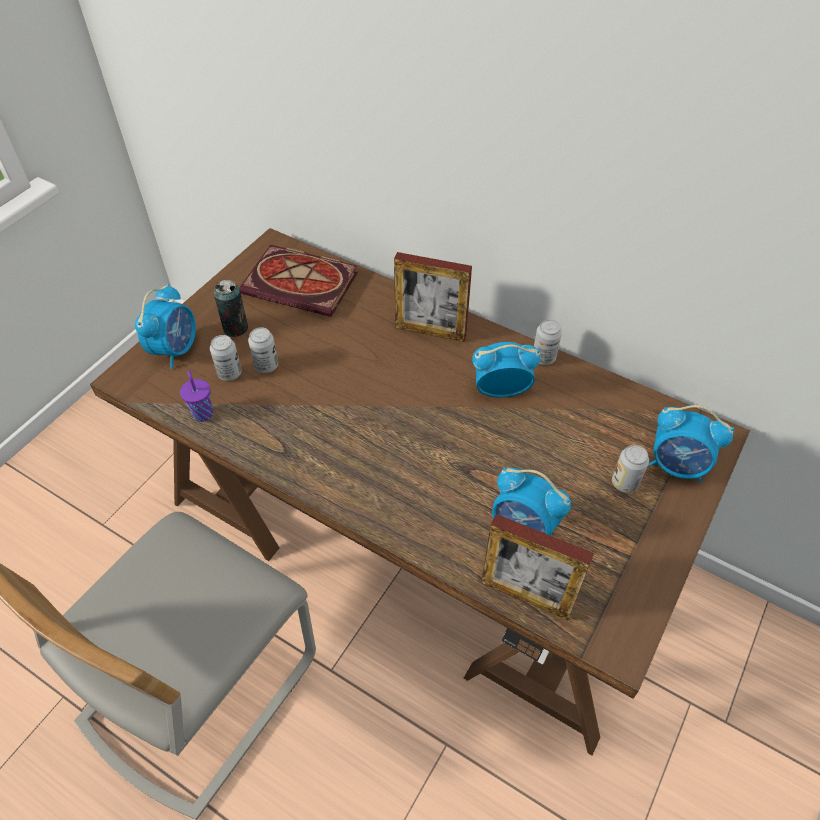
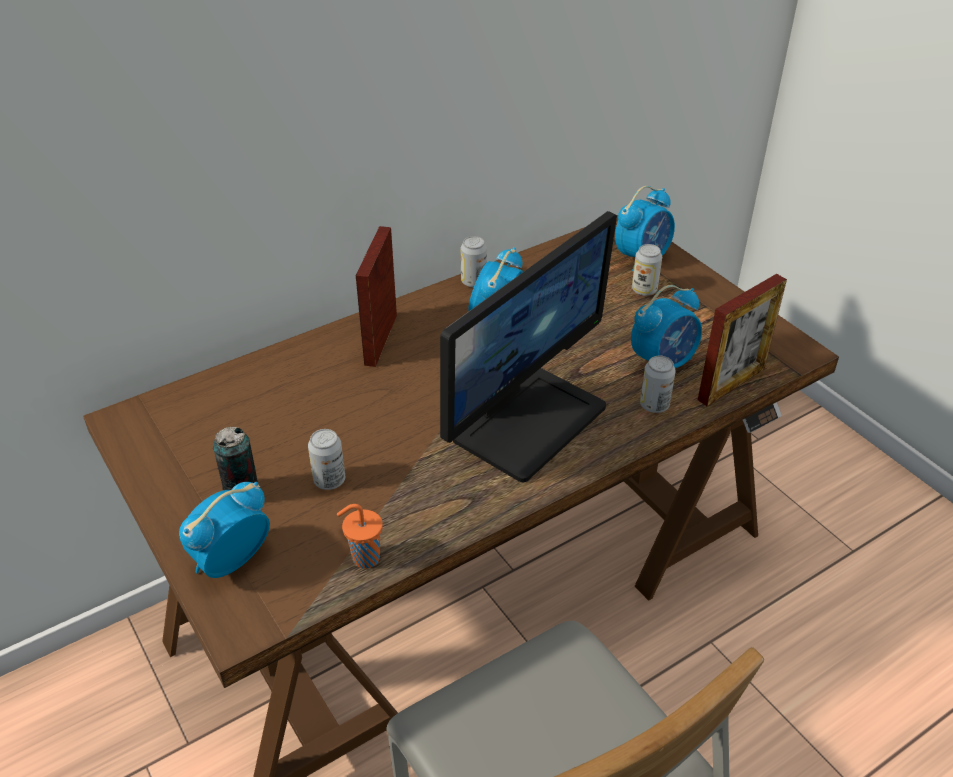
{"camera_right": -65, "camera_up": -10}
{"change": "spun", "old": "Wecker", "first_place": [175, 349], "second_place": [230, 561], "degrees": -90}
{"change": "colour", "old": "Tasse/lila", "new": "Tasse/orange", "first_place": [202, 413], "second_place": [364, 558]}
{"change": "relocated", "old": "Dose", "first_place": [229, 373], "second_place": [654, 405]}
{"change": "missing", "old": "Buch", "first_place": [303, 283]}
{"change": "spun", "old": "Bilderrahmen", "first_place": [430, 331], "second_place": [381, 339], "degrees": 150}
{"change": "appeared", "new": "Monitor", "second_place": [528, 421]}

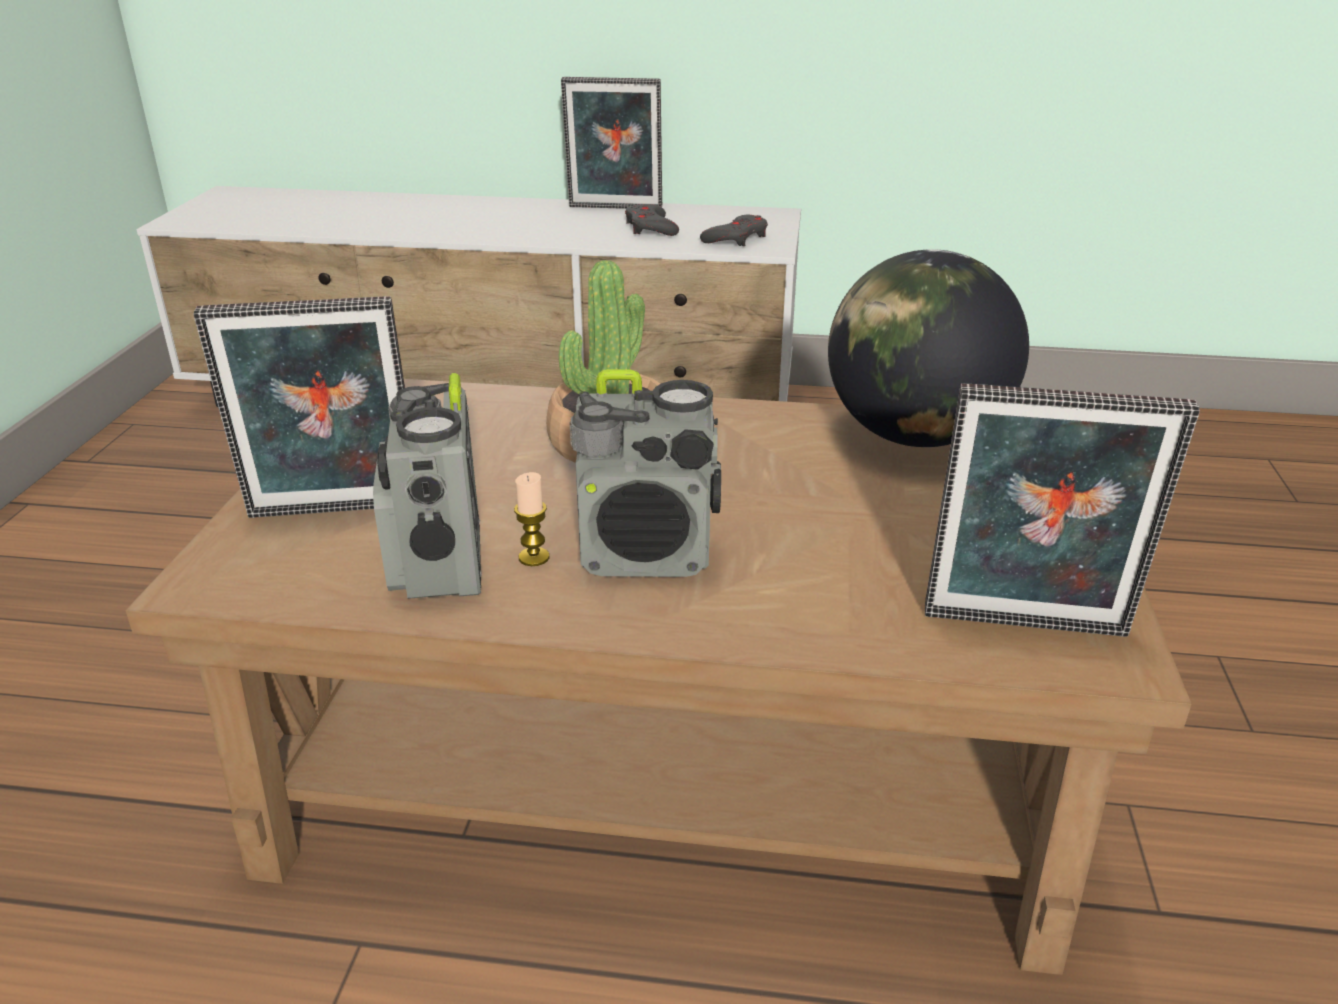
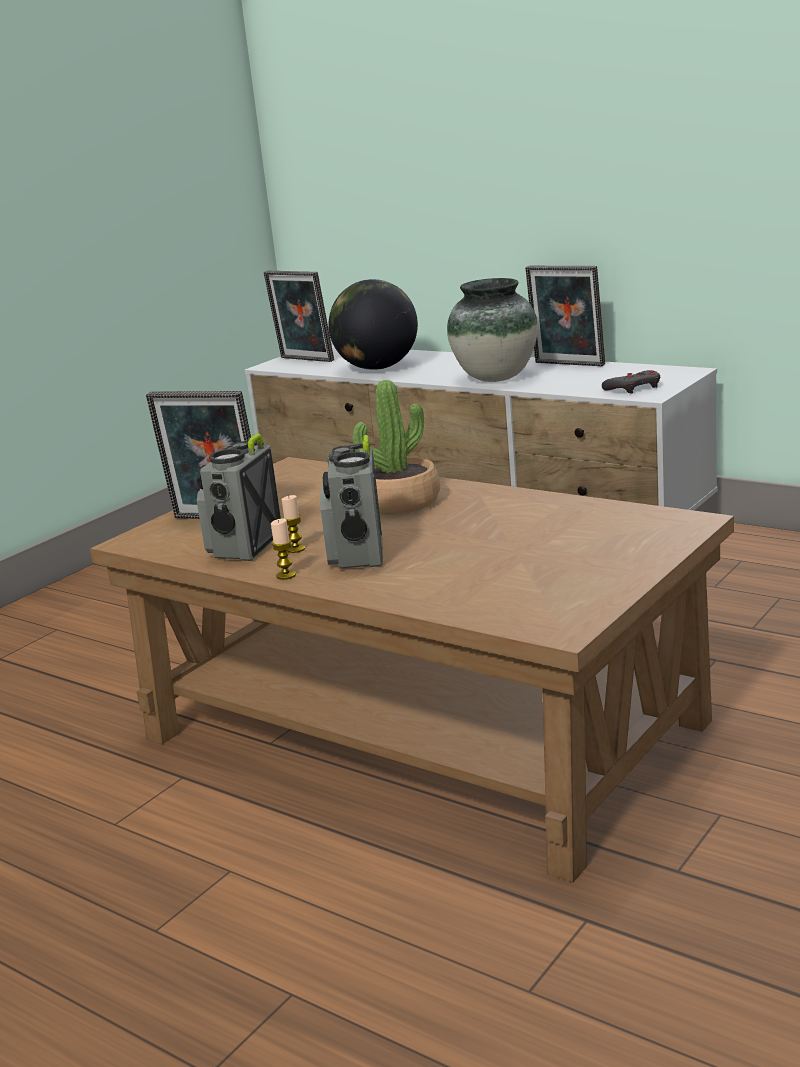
{"camera_right": 30, "camera_up": -10}
{"change": "spun", "old": "Radio", "first_place": [647, 555], "second_place": [356, 555], "degrees": 60}
{"change": "missing", "old": "Gamepad/grau", "first_place": [650, 228]}
{"change": "relocated", "old": "Globus", "first_place": [914, 436], "second_place": [377, 368]}
{"change": "relocated", "old": "Bilderrahmen", "first_place": [1025, 629], "second_place": [304, 360]}
{"change": "appeared", "new": "Kerze", "second_place": [286, 575]}
{"change": "appeared", "new": "Vase", "second_place": [495, 378]}

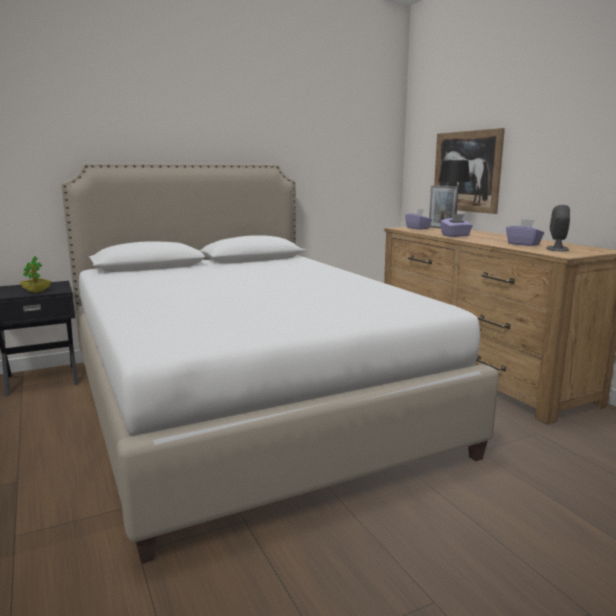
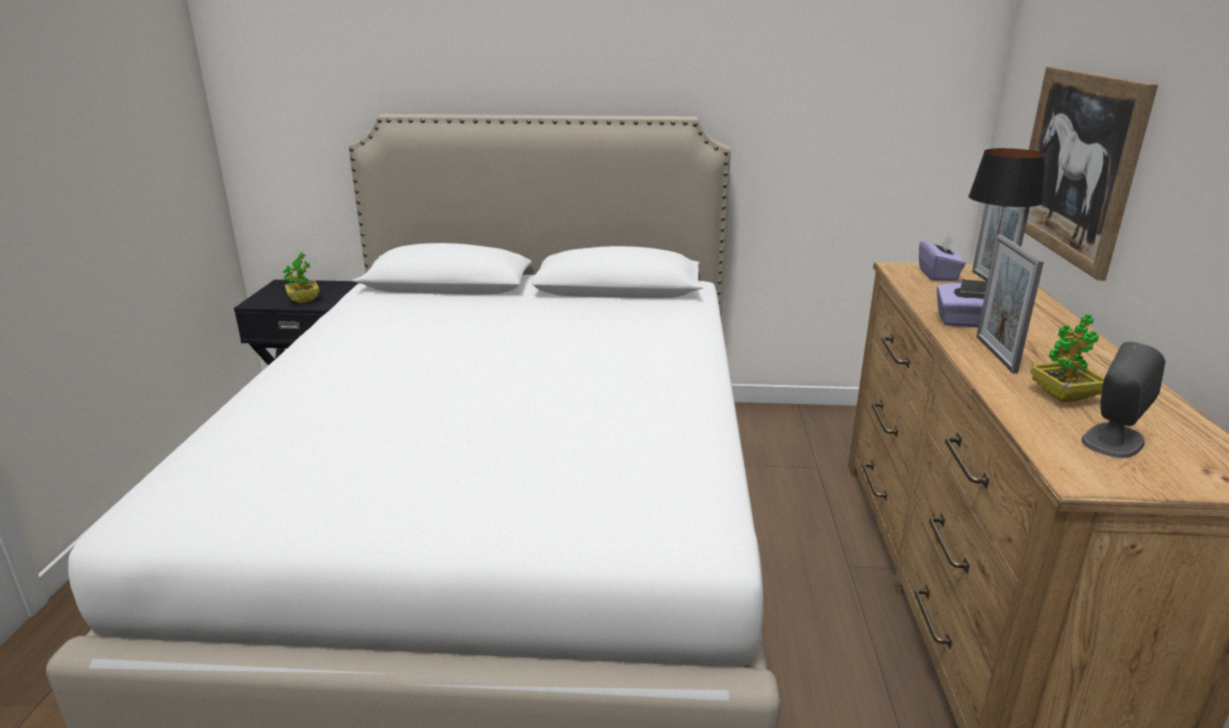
{"camera_right": 30, "camera_up": 10}
{"change": "exchanged", "old": "Taschentuchbox/lila", "new": "Topfpflanze", "first_place": [523, 244], "second_place": [1063, 396]}
{"change": "appeared", "new": "Bilderrahmen", "second_place": [995, 354]}

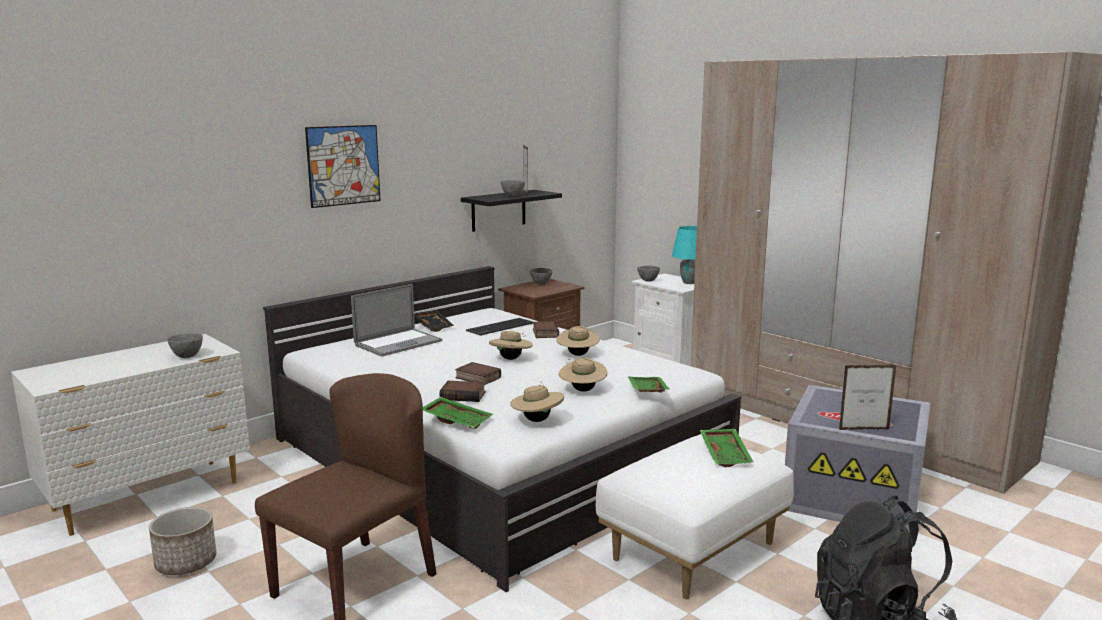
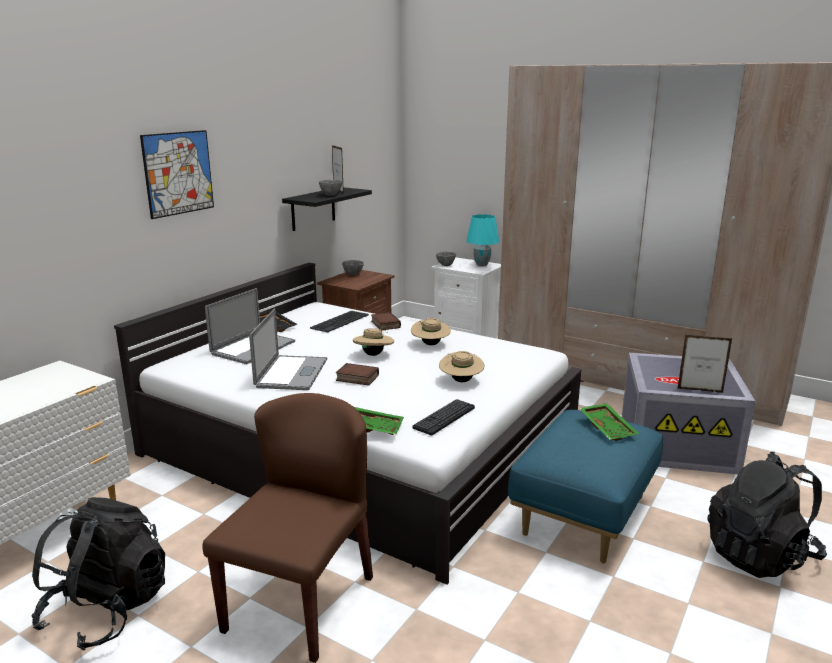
{"camera_right": -15, "camera_up": 5}
{"change": "exchanged", "old": "Pflanzkübel", "new": "Rucksack/schwarz", "first_place": [185, 563], "second_place": [107, 610]}
{"change": "missing", "old": "Schüssel/grau", "first_place": [186, 356]}
{"change": "missing", "old": "Buch", "first_place": [464, 395]}
{"change": "exchanged", "old": "Hut/beige", "new": "Tastatur", "first_place": [537, 420], "second_place": [444, 417]}
{"change": "colour", "old": "Polsterhocker/weiß", "new": "Polsterhocker/blau", "first_place": [693, 551], "second_place": [583, 514]}
{"change": "missing", "old": "Tablett/grün", "first_place": [646, 391]}
{"change": "spun", "old": "Bilderrahmen", "first_place": [863, 429], "second_place": [700, 390], "degrees": -150}
{"change": "appeared", "new": "Laptop", "second_place": [291, 373]}

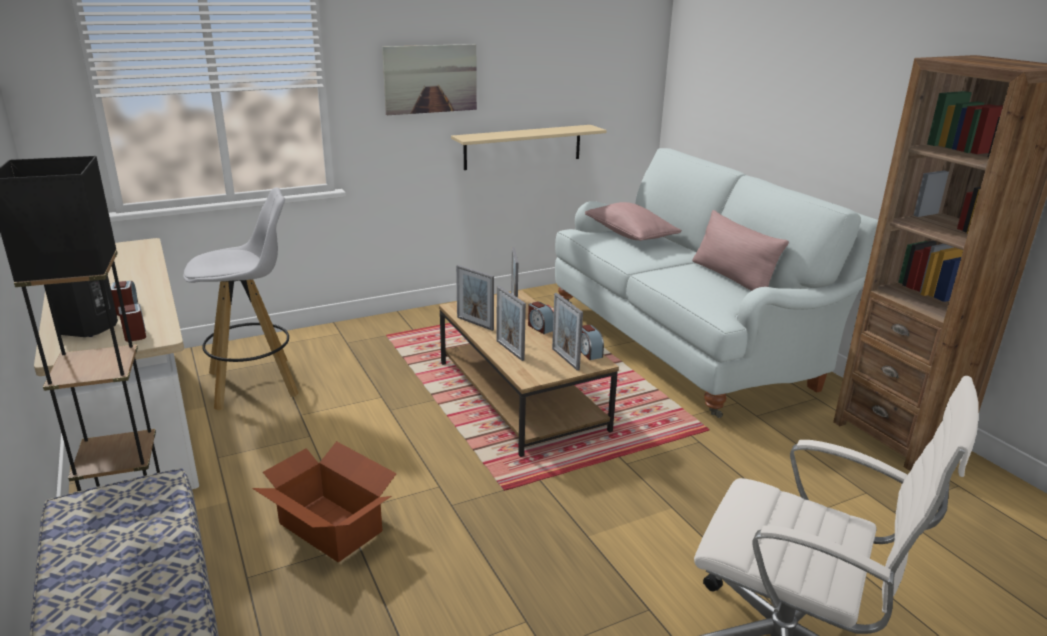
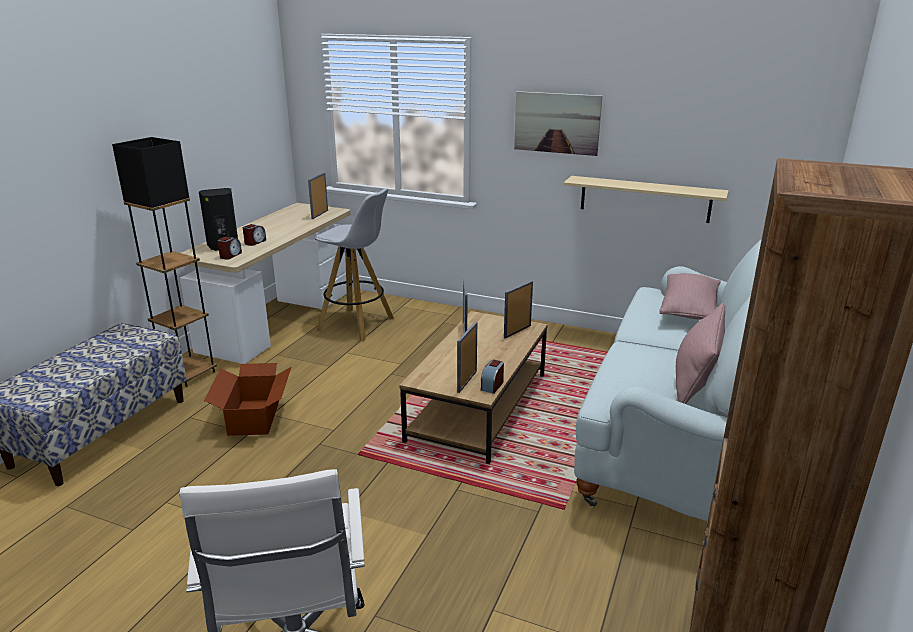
{"camera_right": 50, "camera_up": 0}
{"change": "relocated", "old": "Bilderrahmen", "first_place": [510, 350], "second_place": [319, 214]}
{"change": "missing", "old": "Wecker", "first_place": [540, 327]}

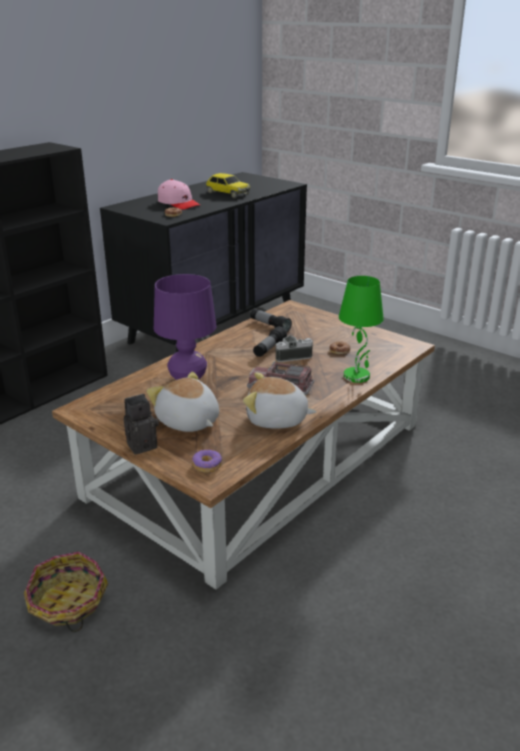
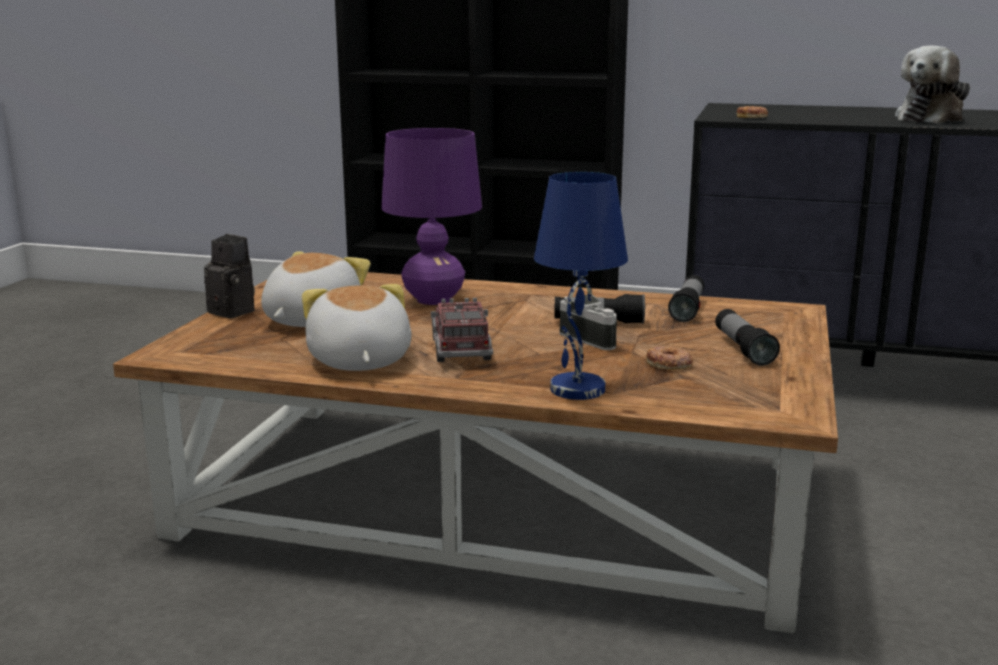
{"camera_right": 65, "camera_up": -10}
{"change": "missing", "old": "Korb", "first_place": [68, 603]}
{"change": "missing", "old": "Kappe/rosa", "first_place": [179, 203]}
{"change": "missing", "old": "Donut", "first_place": [207, 465]}
{"change": "exchanged", "old": "Spielzeugauto", "new": "Plüschtier", "first_place": [227, 193], "second_place": [931, 119]}
{"change": "colour", "old": "Tischlampe/grün", "new": "Tischlampe/blau", "first_place": [357, 376], "second_place": [577, 390]}
{"change": "appeared", "new": "Taschenlampe", "second_place": [743, 349]}

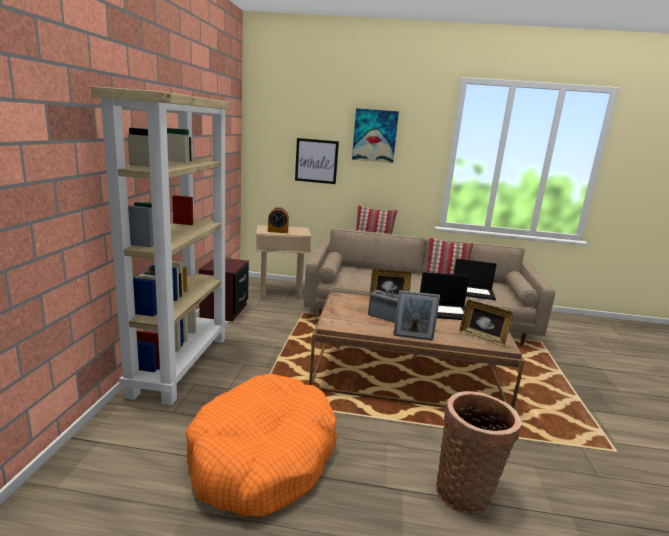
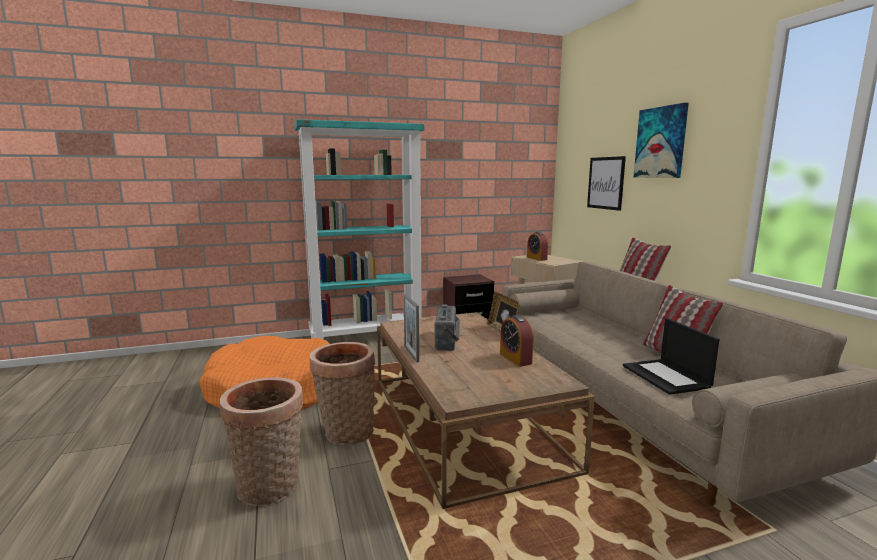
{"camera_right": 65, "camera_up": -5}
{"change": "colour", "old": "Bücherregal/beige", "new": "Bücherregal/türkis", "first_place": [180, 364], "second_place": [367, 337]}
{"change": "exchanged", "old": "Laptop", "new": "Wecker", "first_place": [444, 311], "second_place": [515, 359]}
{"change": "missing", "old": "Bilderrahmen", "first_place": [482, 338]}
{"change": "appeared", "new": "Korb", "second_place": [346, 433]}

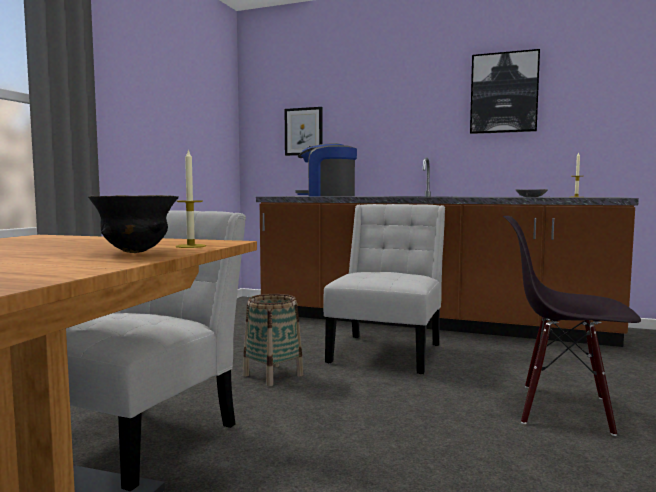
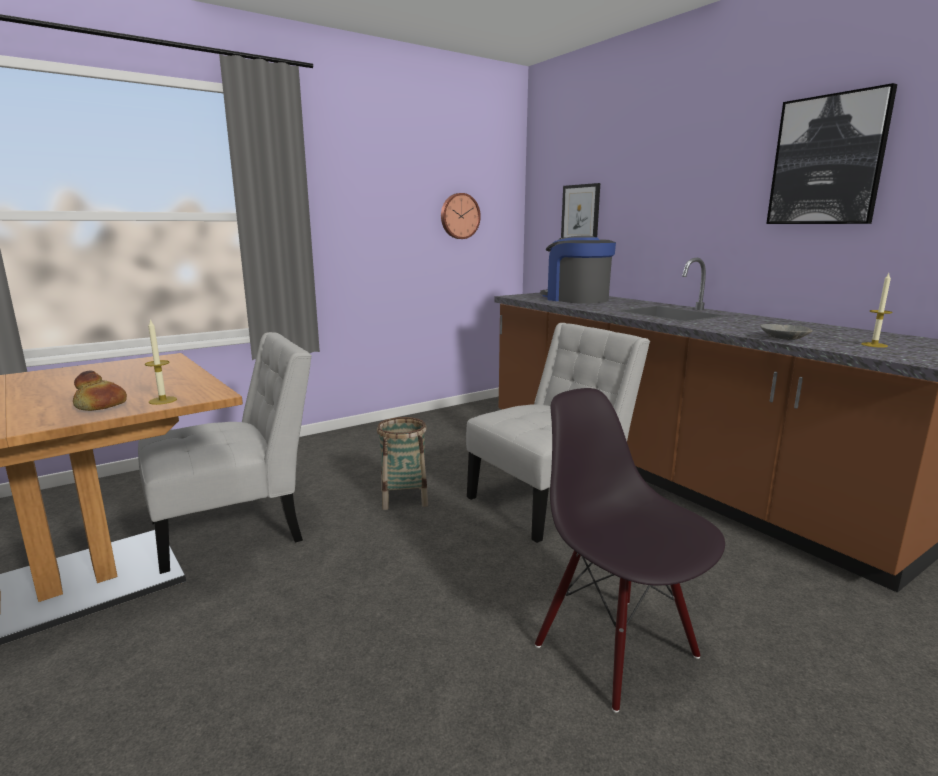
{"camera_right": 35, "camera_up": 10}
{"change": "exchanged", "old": "Schüssel/schwarz", "new": "Brot", "first_place": [136, 252], "second_place": [101, 406]}
{"change": "appeared", "new": "Wanduhr", "second_place": [459, 216]}

